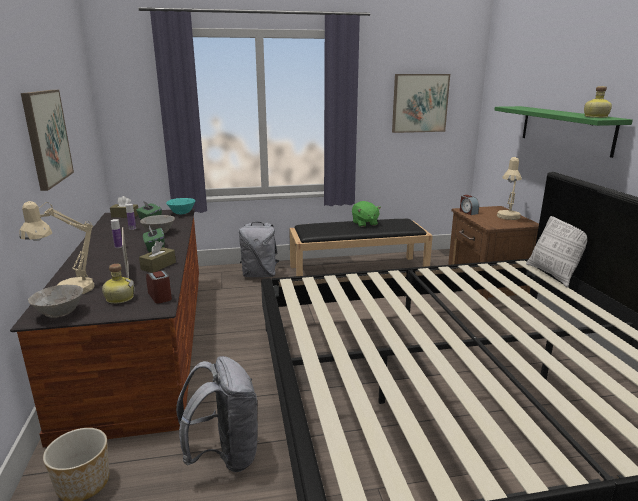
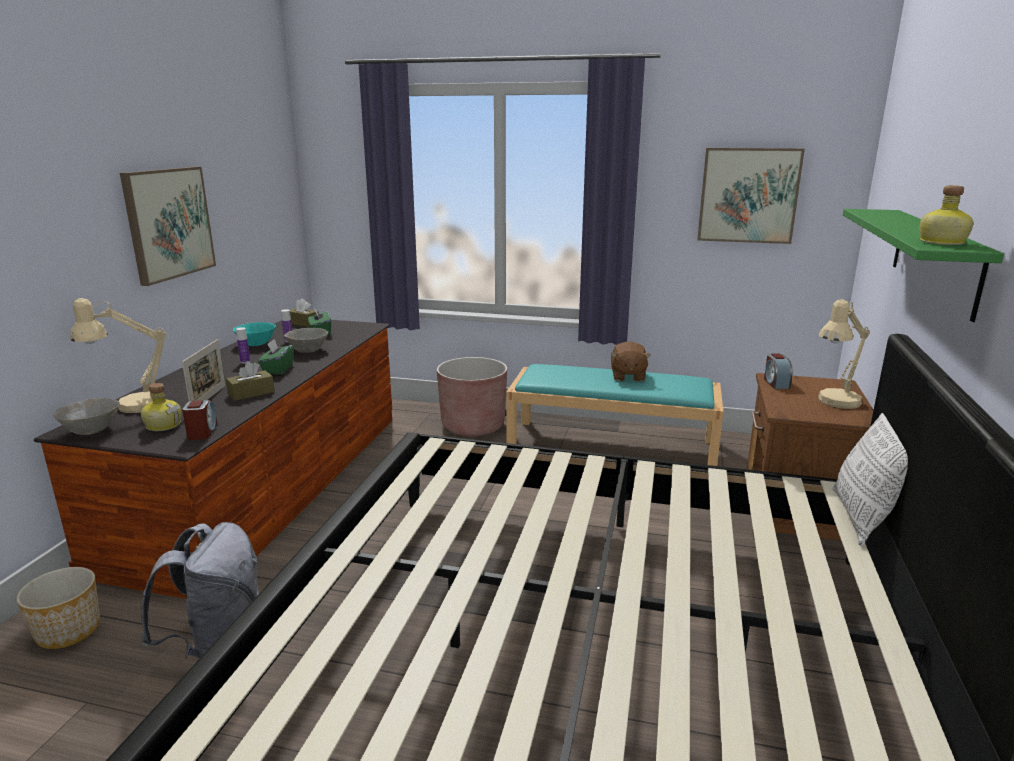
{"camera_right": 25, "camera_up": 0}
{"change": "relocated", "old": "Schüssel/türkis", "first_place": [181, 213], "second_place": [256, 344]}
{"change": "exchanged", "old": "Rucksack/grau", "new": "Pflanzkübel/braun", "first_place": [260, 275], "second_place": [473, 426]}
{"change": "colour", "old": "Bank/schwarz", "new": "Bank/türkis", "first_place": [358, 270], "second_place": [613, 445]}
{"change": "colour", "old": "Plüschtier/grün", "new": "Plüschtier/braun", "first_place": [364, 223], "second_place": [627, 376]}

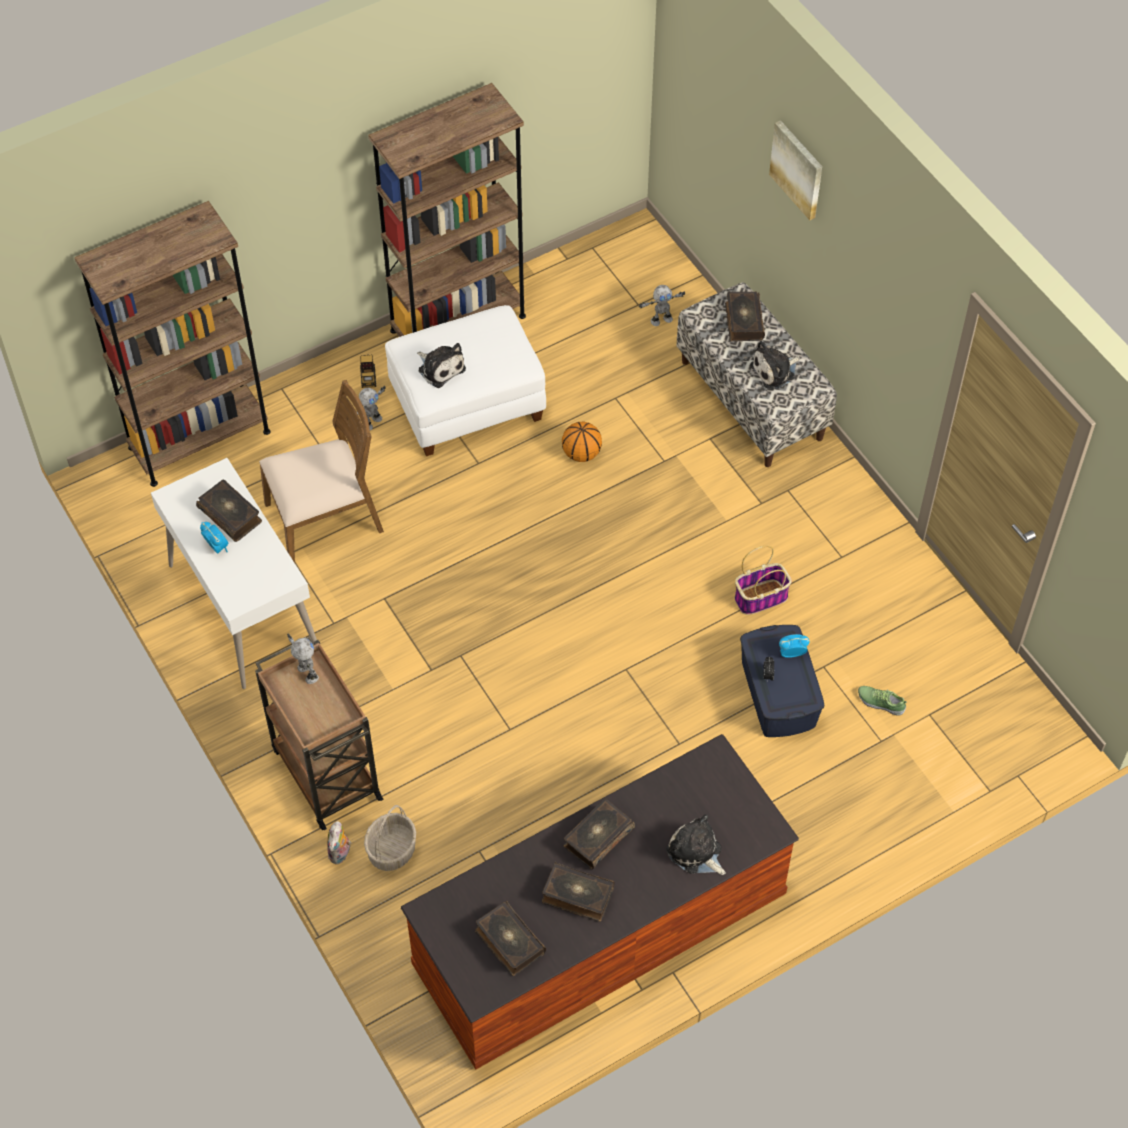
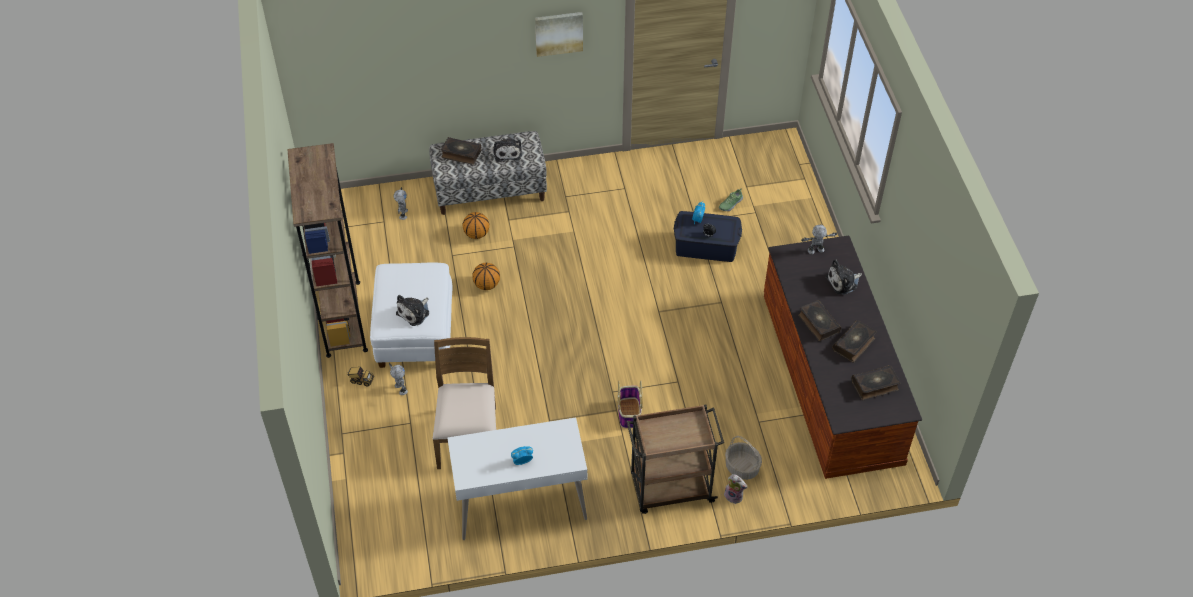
{"camera_right": -70, "camera_up": -5}
{"change": "missing", "old": "Bücherregal/braun", "first_place": [199, 439]}
{"change": "missing", "old": "Buch", "first_place": [230, 515]}
{"change": "relocated", "old": "Spielzeugroboter", "first_place": [306, 673], "second_place": [816, 251]}
{"change": "spun", "old": "Plüschtier", "first_place": [440, 368], "second_place": [414, 312], "degrees": 150}
{"change": "relocated", "old": "Korb", "first_place": [761, 597], "second_place": [629, 413]}
{"change": "relocated", "old": "Bild", "first_place": [798, 169], "second_place": [558, 33]}
{"change": "appeared", "new": "Basketball", "second_place": [476, 234]}

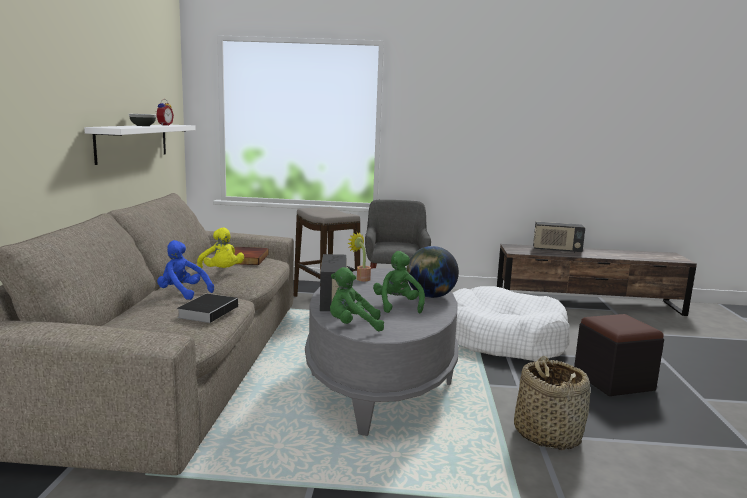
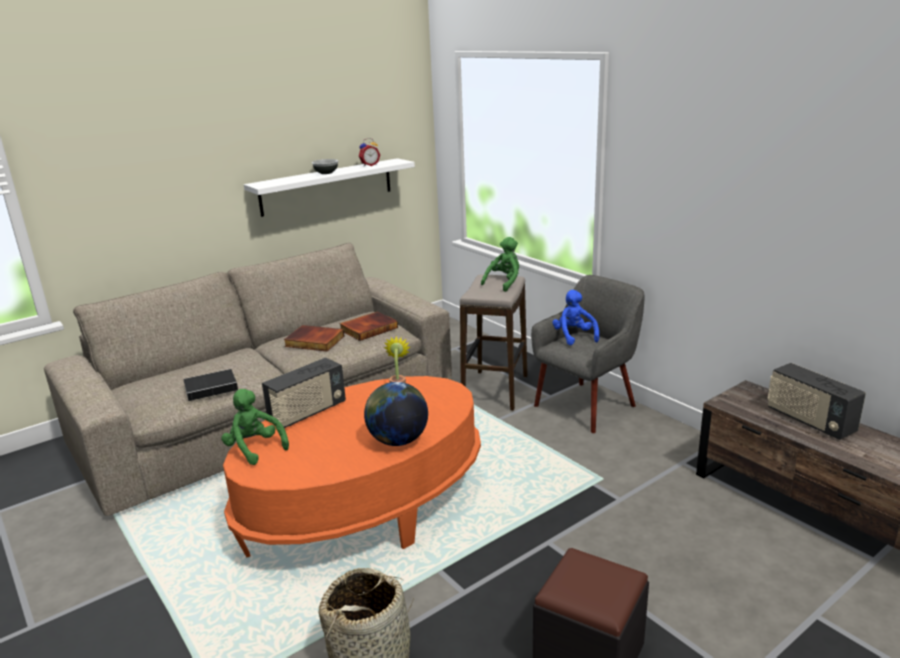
{"camera_right": 50, "camera_up": 10}
{"change": "relocated", "old": "Plüschtier/blau", "first_place": [182, 293], "second_place": [574, 336]}
{"change": "exchanged", "old": "Plüschtier/gelb", "new": "Buch", "first_place": [221, 272], "second_place": [314, 341]}
{"change": "colour", "old": "Couchtisch/grau", "new": "Couchtisch/orange", "first_place": [381, 379], "second_place": [365, 507]}
{"change": "relocated", "old": "Plüschtier/grün", "first_place": [397, 306], "second_place": [504, 283]}
{"change": "missing", "old": "Hundebett/weiß", "first_place": [501, 339]}

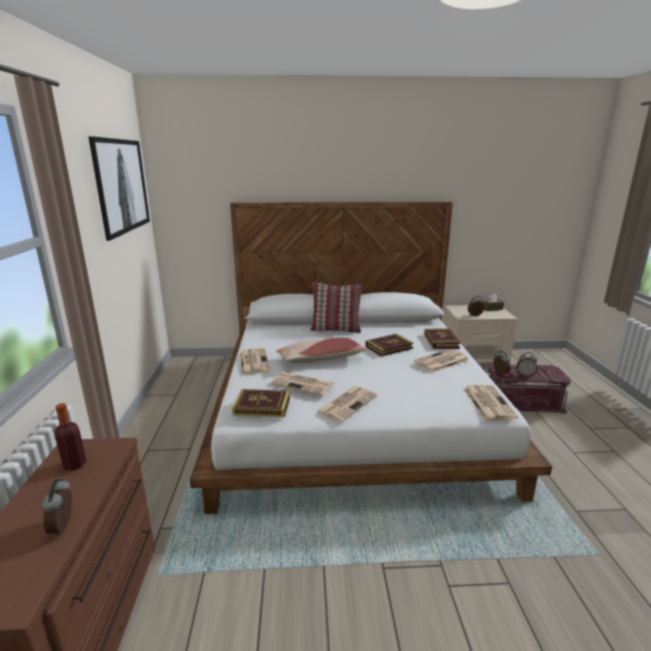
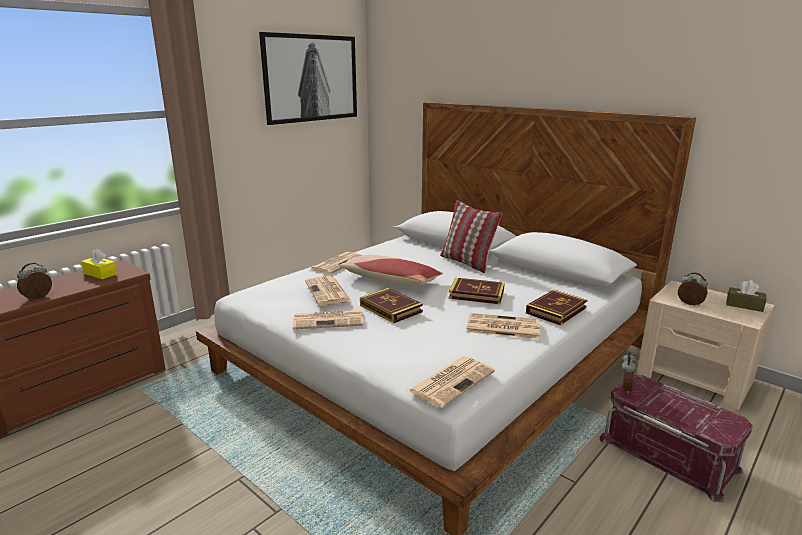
{"camera_right": 45, "camera_up": 0}
{"change": "exchanged", "old": "Flasche", "new": "Taschentuchbox/gelb", "first_place": [75, 464], "second_place": [100, 274]}
{"change": "relocated", "old": "Buch", "first_place": [262, 406], "second_place": [390, 308]}
{"change": "missing", "old": "Wecker", "first_place": [525, 375]}

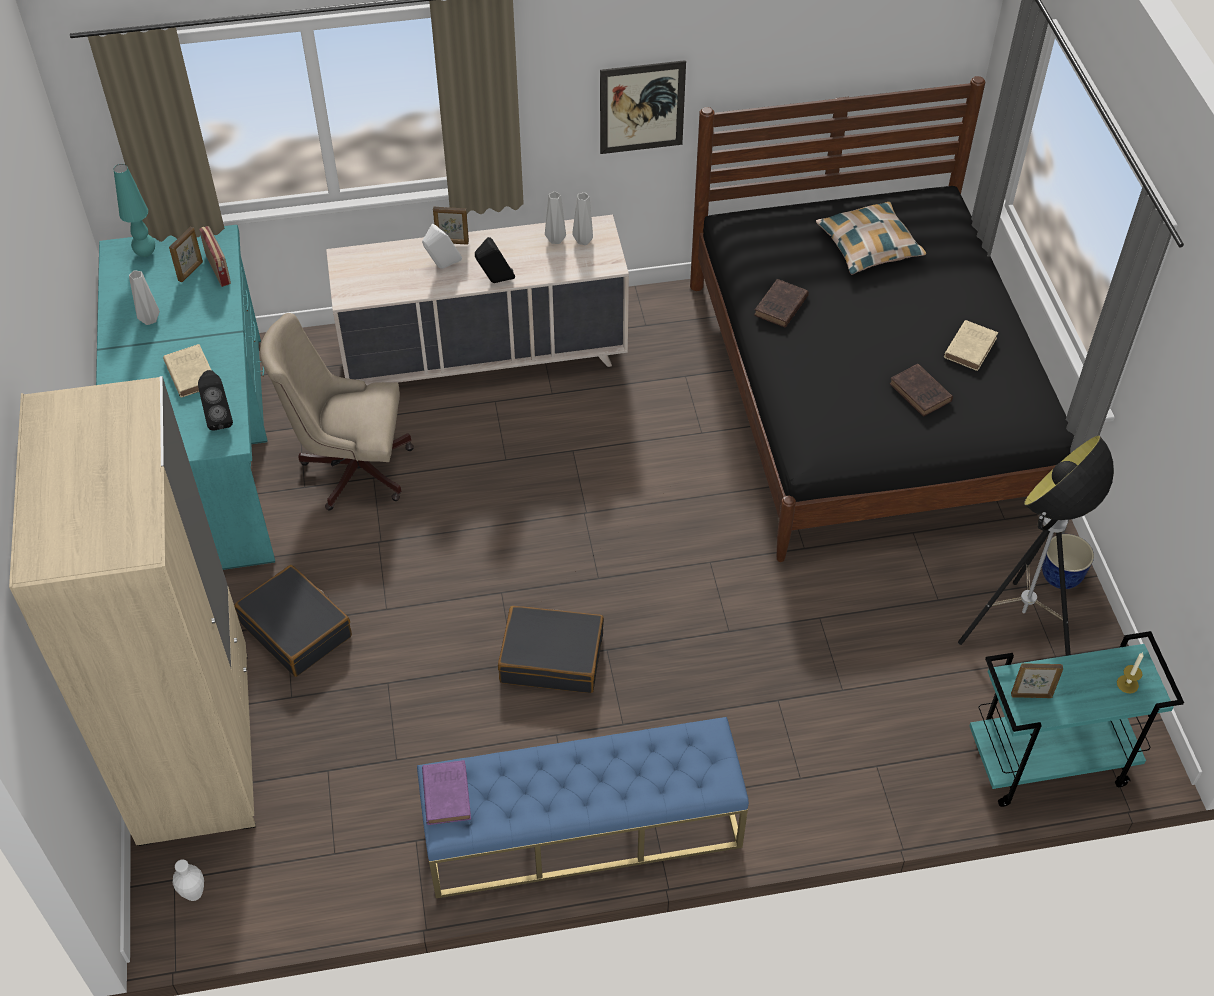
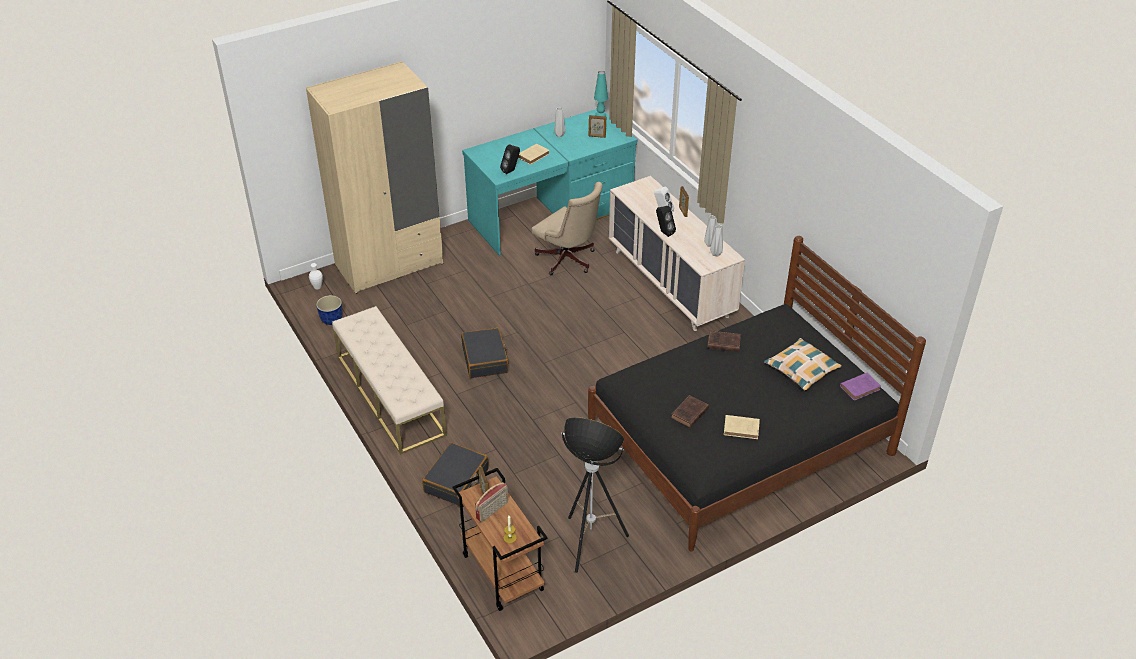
{"camera_right": 70, "camera_up": -10}
{"change": "relocated", "old": "Radio", "first_place": [219, 269], "second_place": [492, 511]}
{"change": "relocated", "old": "Koffer/schwarz", "first_place": [296, 629], "second_place": [456, 481]}
{"change": "spun", "old": "Bürostuhl/beige", "first_place": [350, 468], "second_place": [568, 261], "degrees": 150}
{"change": "colour", "old": "Bank/blau", "new": "Bank/beige", "first_place": [582, 829], "second_place": [390, 395]}
{"change": "relocated", "old": "Buch/lila", "first_place": [446, 793], "second_place": [860, 388]}
{"change": "missing", "old": "Bild", "first_place": [642, 107]}
{"change": "colour", "old": "Rollwagen/türkis", "new": "Rollwagen/braun", "first_place": [1047, 763], "second_place": [501, 572]}
{"change": "relocated", "old": "Pflanzkübel", "first_place": [1060, 577], "second_place": [331, 320]}

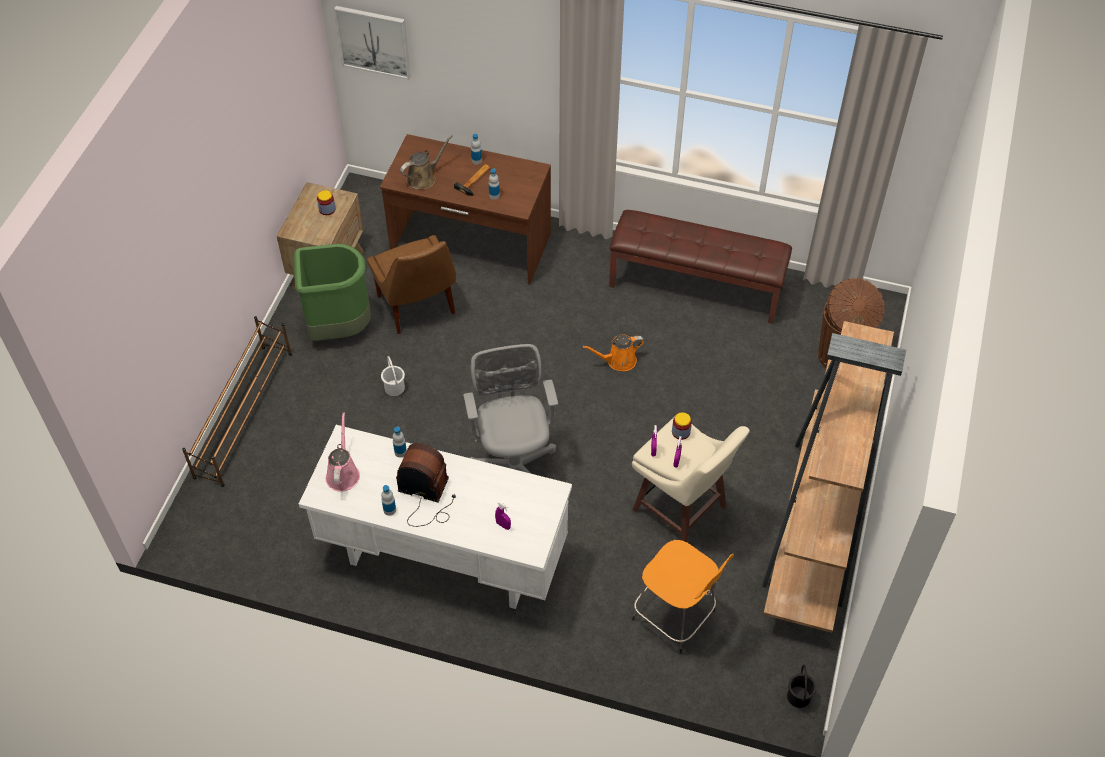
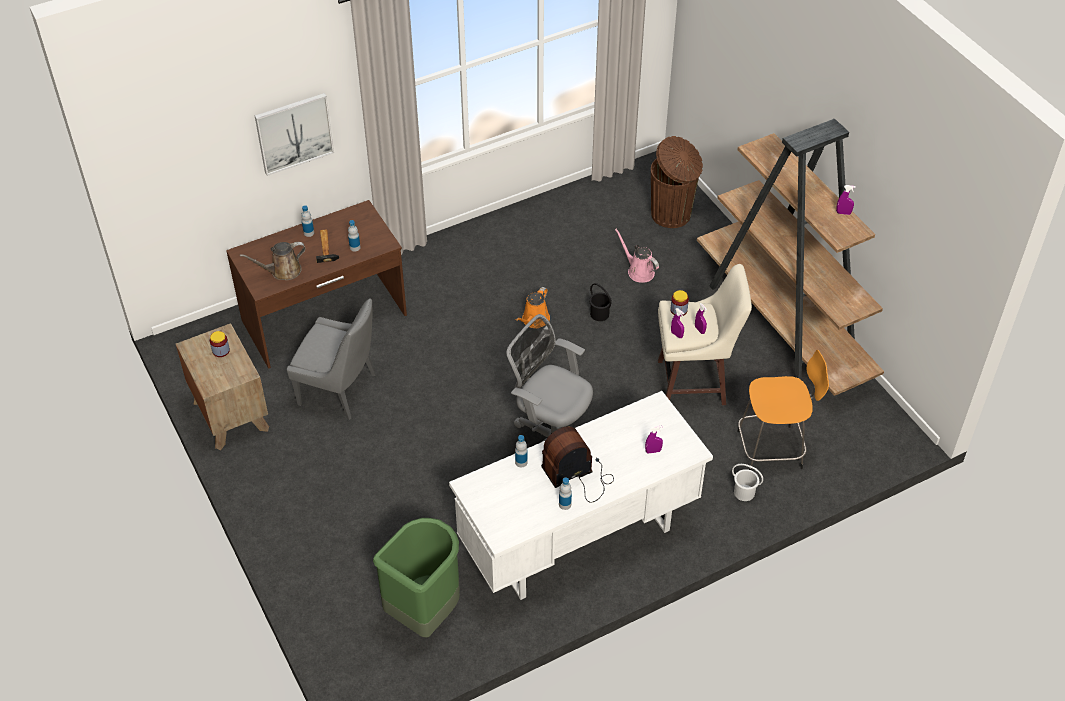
{"camera_right": -45, "camera_up": -5}
{"change": "missing", "old": "Schuhregal/braun", "first_place": [244, 413]}
{"change": "relocated", "old": "Mülleimer/grün", "first_place": [338, 328], "second_place": [424, 612]}
{"change": "relocated", "old": "Gießkanne/rosa", "first_place": [343, 473], "second_place": [638, 271]}
{"change": "relocated", "old": "Bild", "first_place": [373, 41], "second_place": [294, 133]}
{"change": "colour", "old": "Stuhl/braun", "new": "Stuhl/grau", "first_place": [417, 307], "second_place": [340, 390]}
{"change": "relocated", "old": "Eimer/weiß", "first_place": [394, 388], "second_place": [744, 493]}
{"change": "spun", "old": "Gießkanne/braun", "first_place": [423, 178], "second_place": [282, 271], "degrees": -120}
{"change": "missing", "old": "Bank/braun", "first_place": [696, 286]}
{"change": "relocated", "old": "Eimer/schwarz", "first_place": [798, 697], "second_place": [599, 314]}
{"change": "appeared", "new": "Sprühflasche/lila", "second_place": [843, 213]}

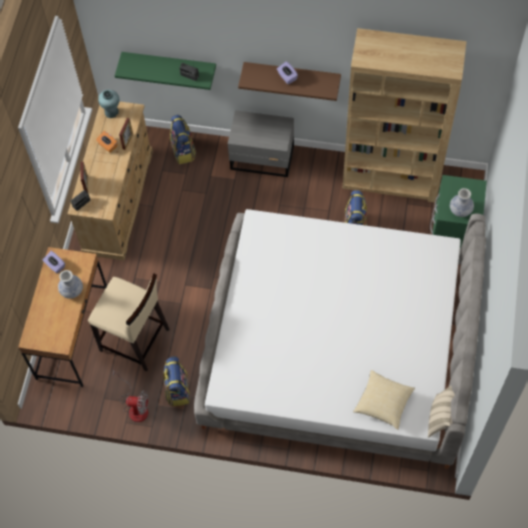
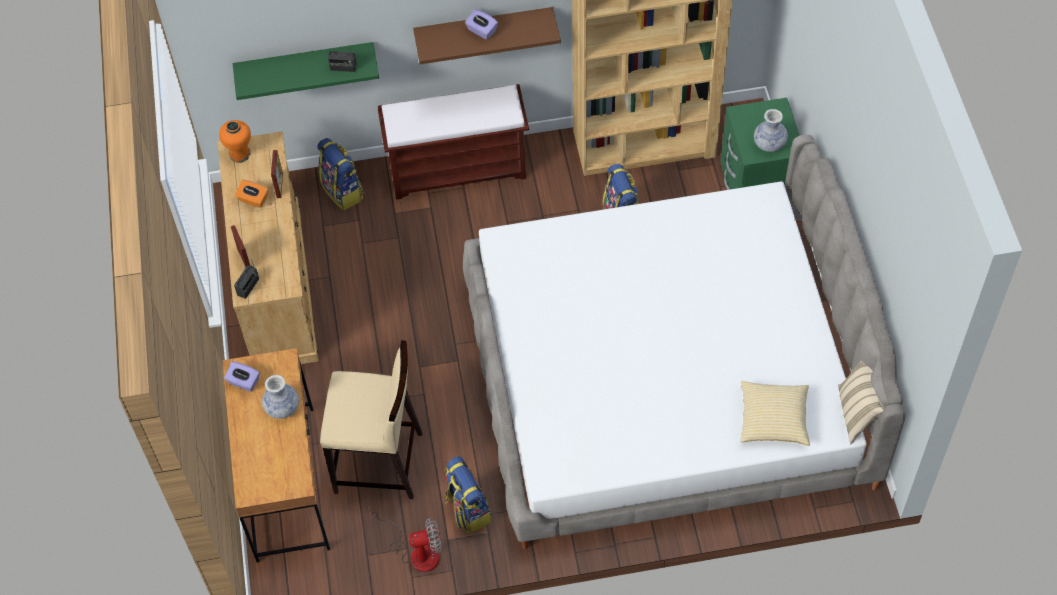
{"camera_right": -20, "camera_up": -5}
{"change": "colour", "old": "Vase/türkis", "new": "Vase/orange", "first_place": [111, 112], "second_place": [240, 154]}
{"change": "exchanged", "old": "Nachttisch/grau", "new": "Bank/braun", "first_place": [263, 159], "second_place": [459, 169]}

